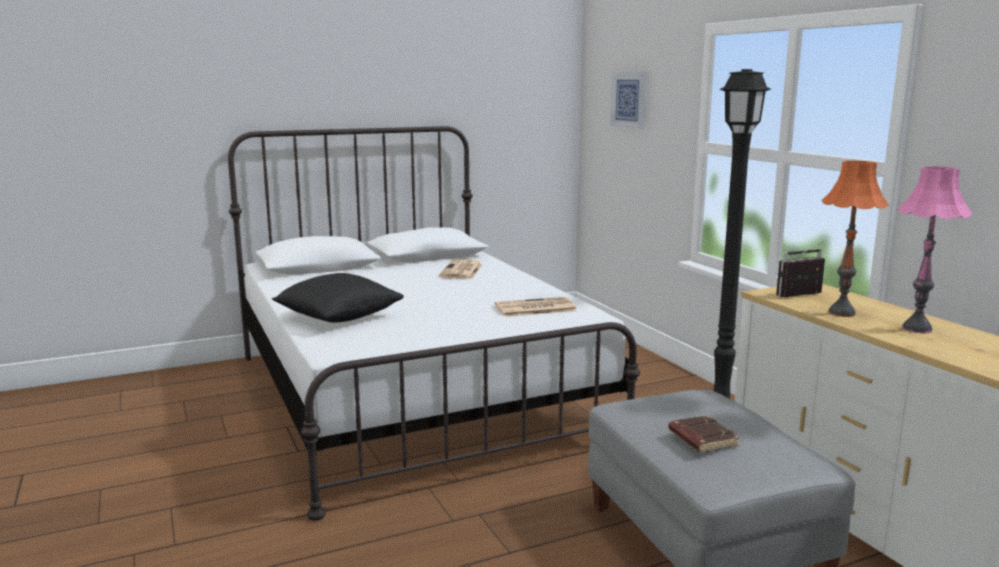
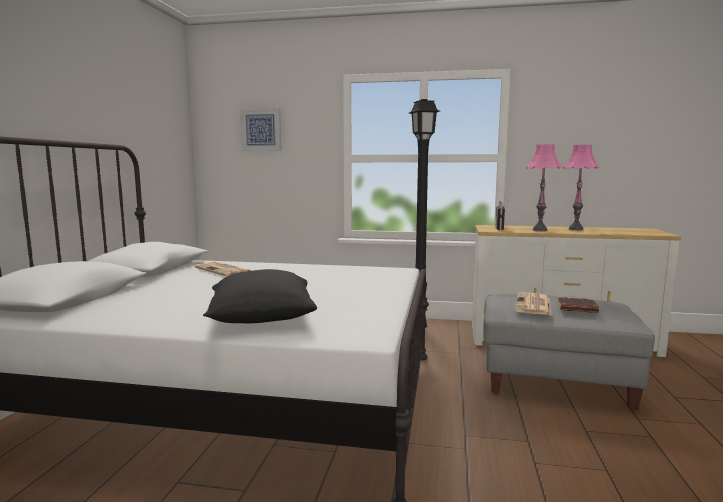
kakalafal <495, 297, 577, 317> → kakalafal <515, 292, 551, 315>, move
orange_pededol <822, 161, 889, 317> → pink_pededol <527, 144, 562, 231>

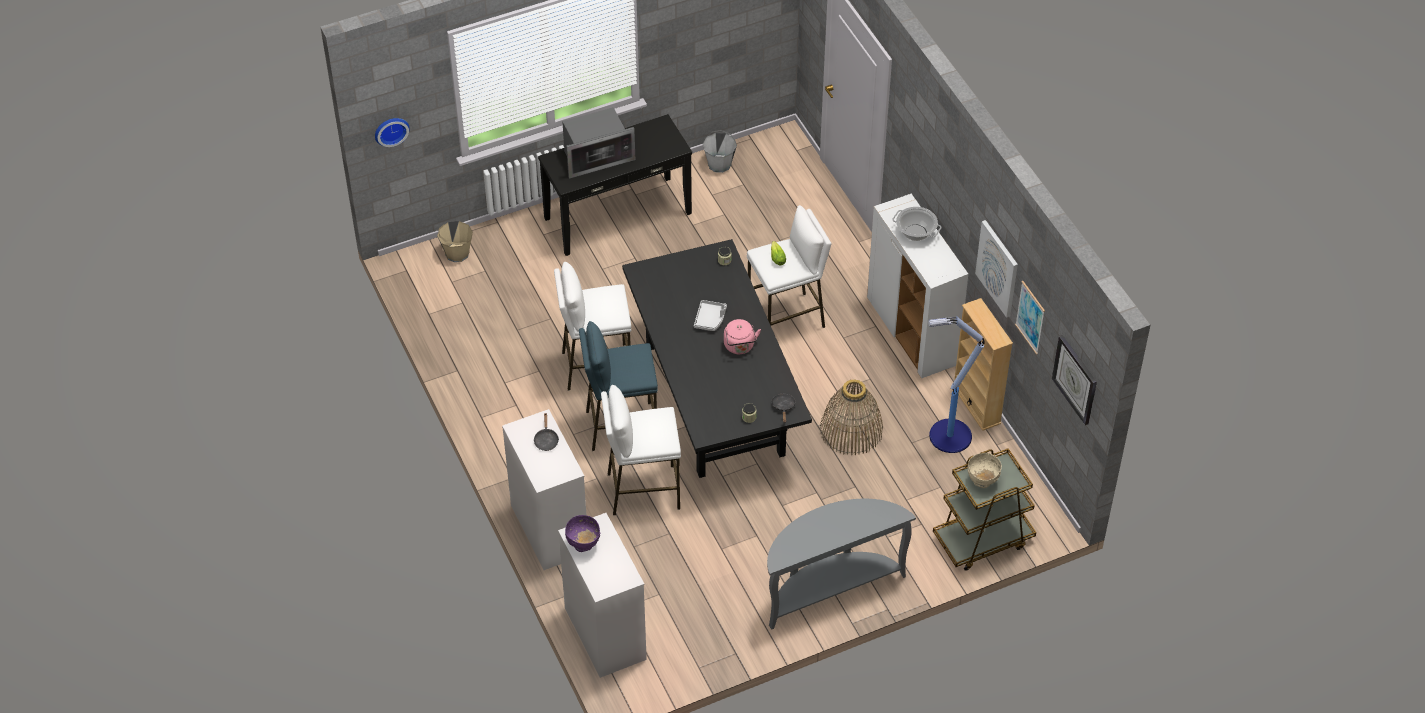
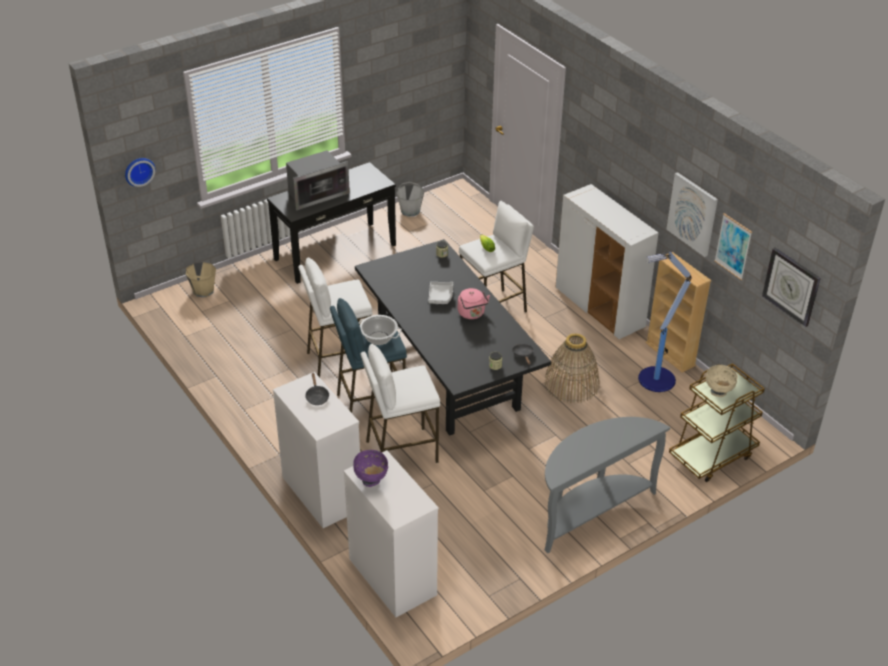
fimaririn <892, 207, 942, 241> → fimaririn <359, 315, 402, 345>, move

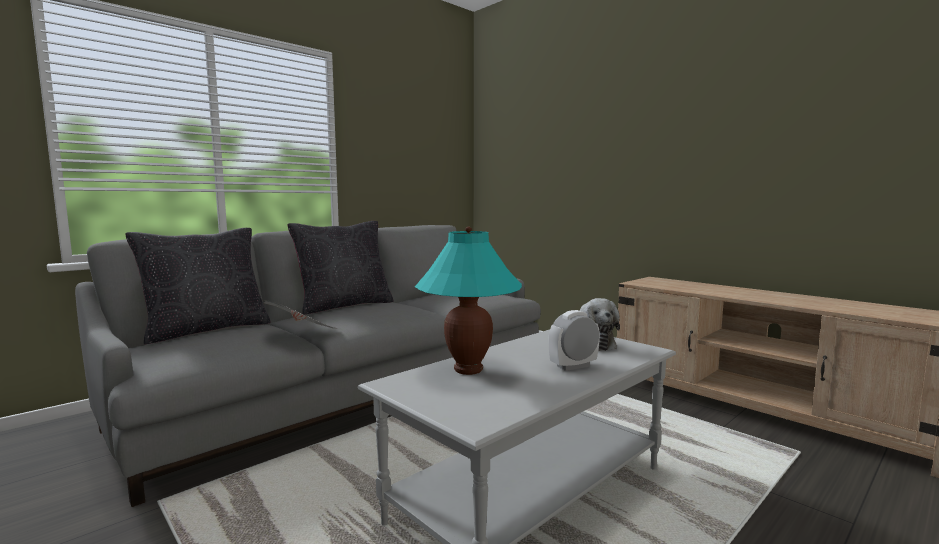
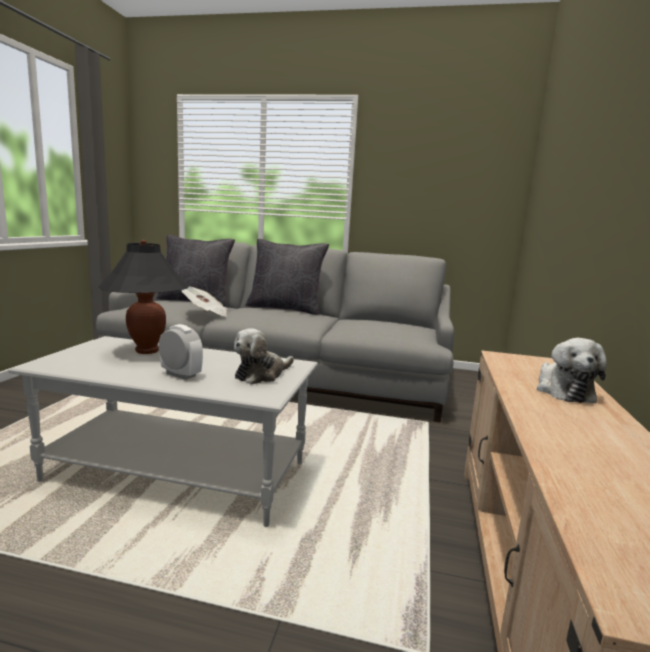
- → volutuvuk <537, 338, 607, 403>
turquoise_pededol <414, 227, 522, 375> → black_pededol <98, 240, 189, 354>

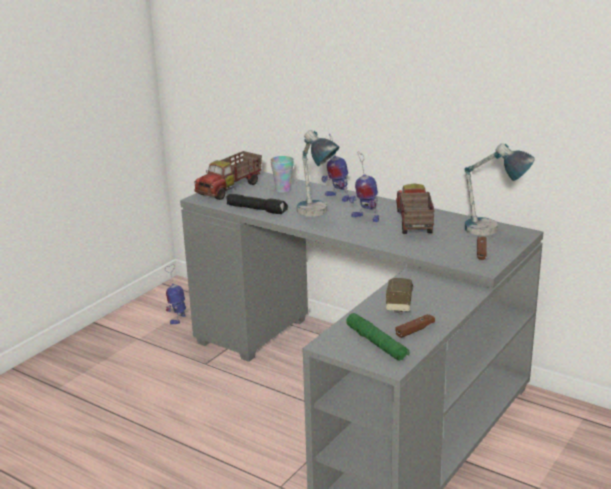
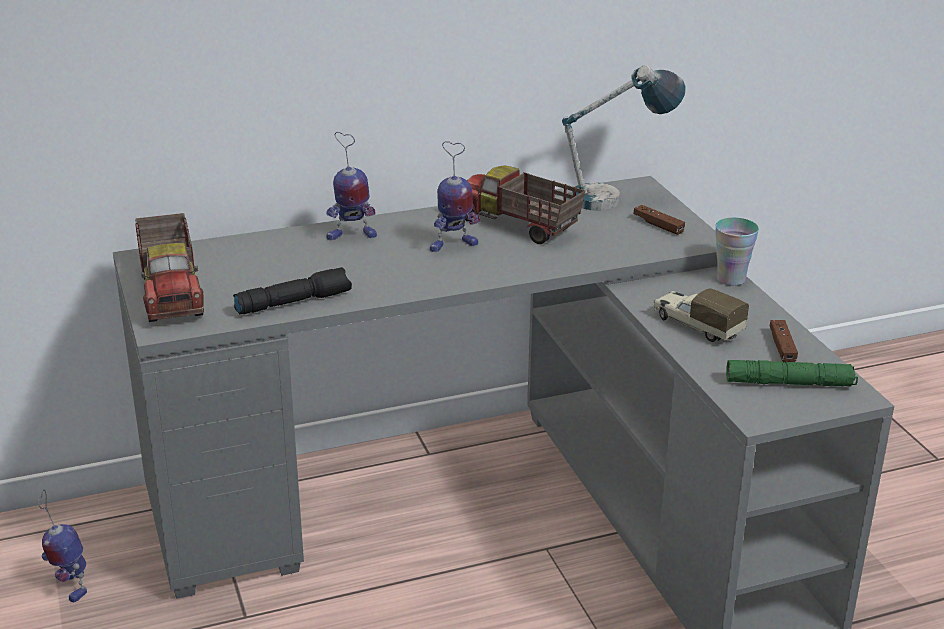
pededol <297, 130, 339, 217> → -
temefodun <270, 156, 294, 193> → temefodun <715, 217, 759, 286>, move

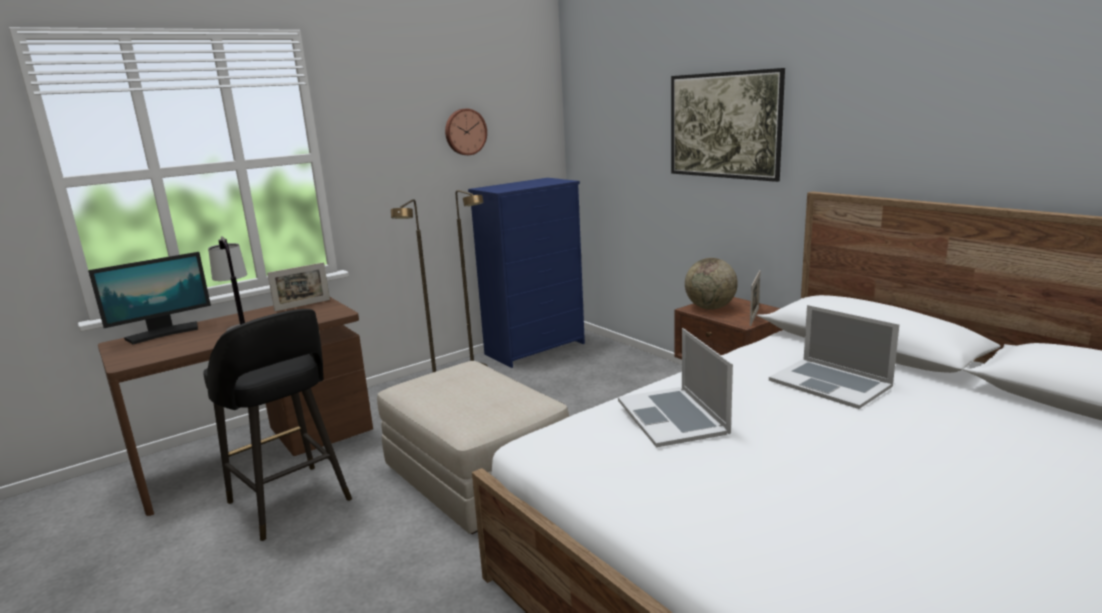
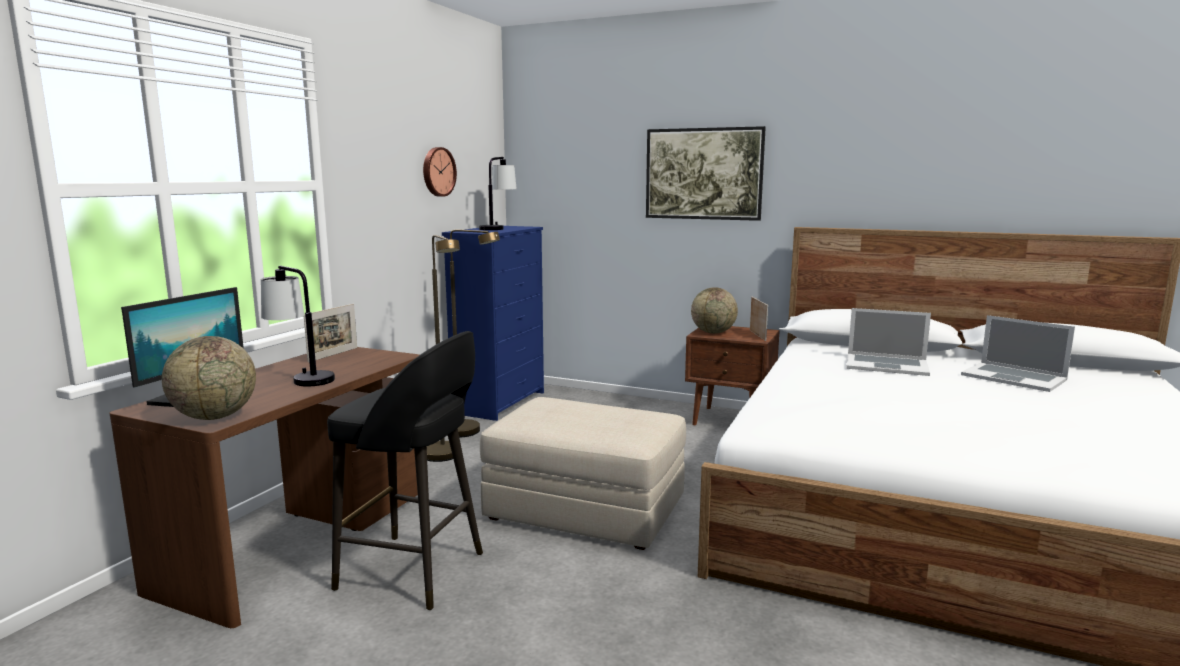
- → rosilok <162, 336, 256, 420>
- → pededol <479, 157, 517, 230>
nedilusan <618, 328, 733, 447> → nedilusan <961, 315, 1075, 392>, move

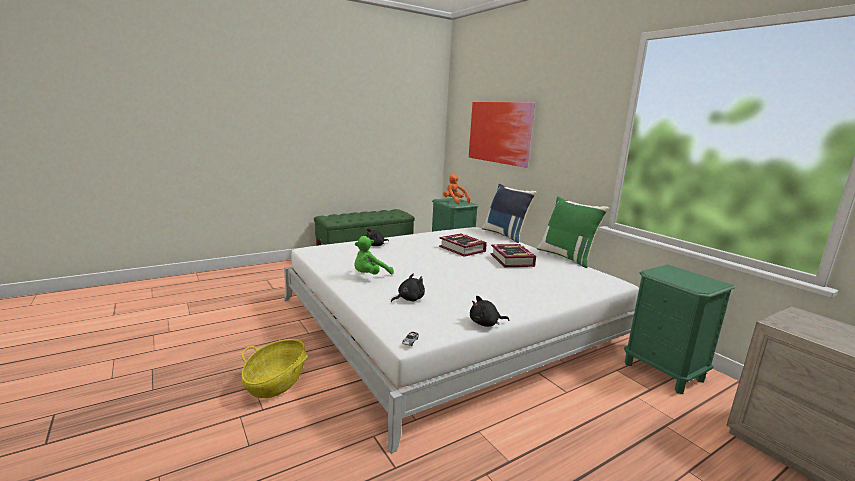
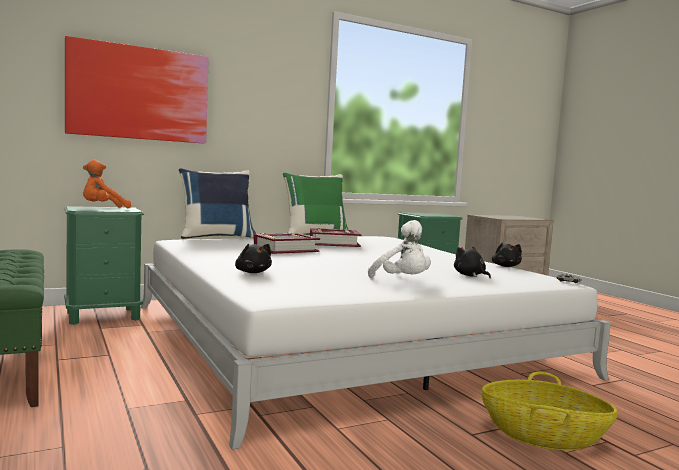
green_volutuvuk <354, 236, 394, 275> → white_volutuvuk <368, 220, 431, 278>

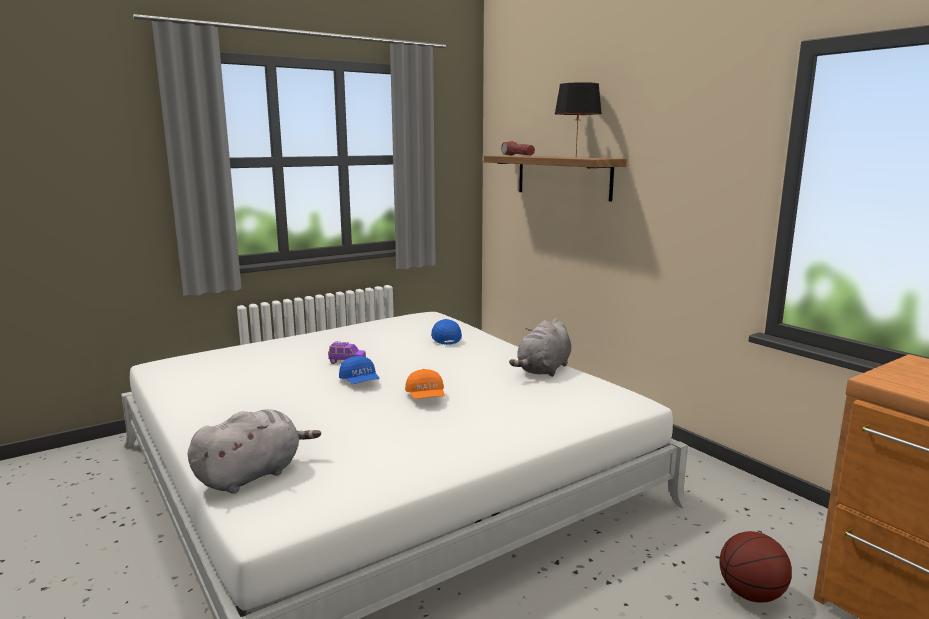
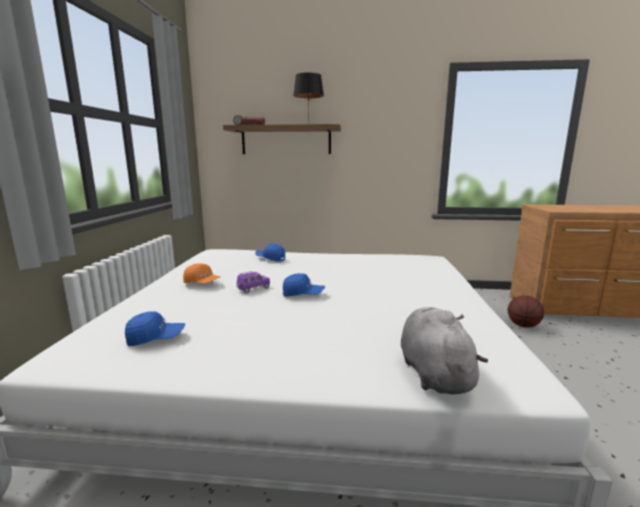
grey_volutuvuk <509, 318, 571, 377> → -
- → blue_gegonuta <125, 311, 185, 346>
orange_gegonuta <405, 369, 445, 399> → orange_gegonuta <183, 263, 220, 284>, move

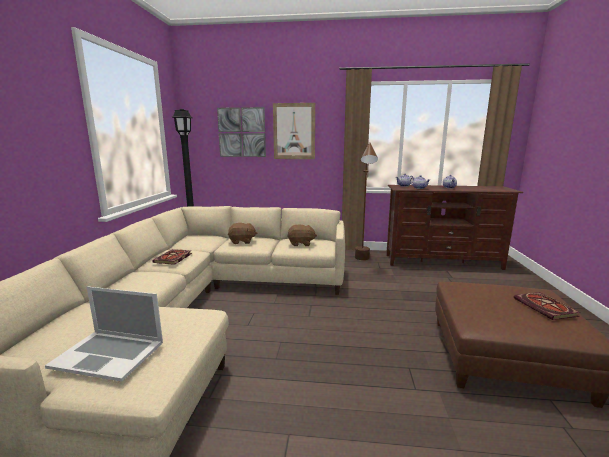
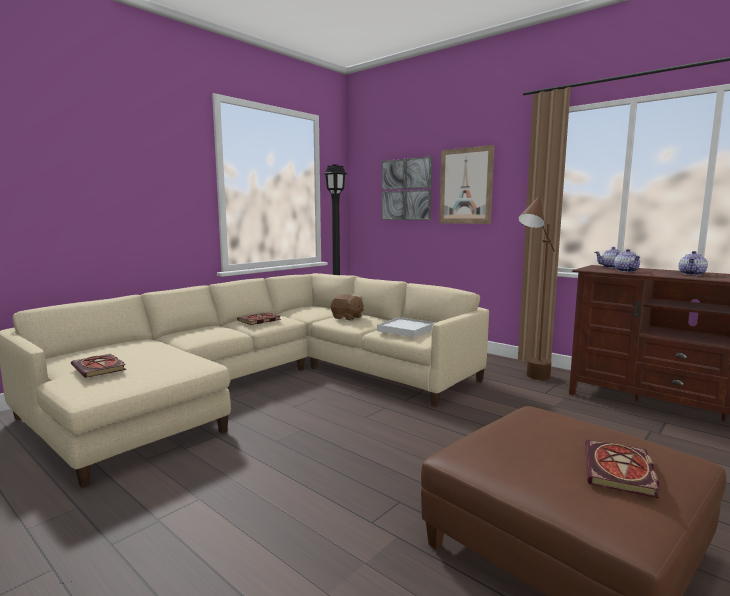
nedilusan <45, 286, 163, 382> → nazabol <71, 354, 126, 378>
brown_volutuvuk <287, 225, 317, 246> → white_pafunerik <377, 317, 436, 337>

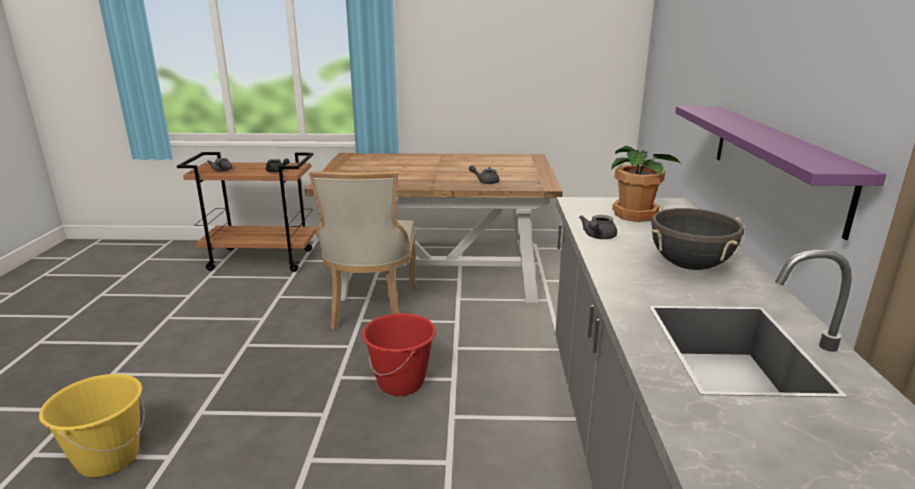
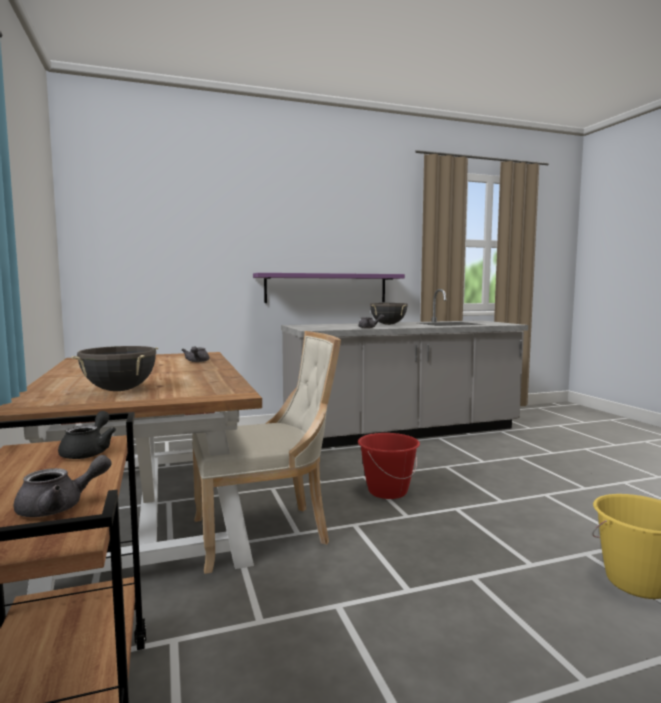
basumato <611, 146, 681, 222> → -
- → black_fimaririn <71, 346, 158, 391>

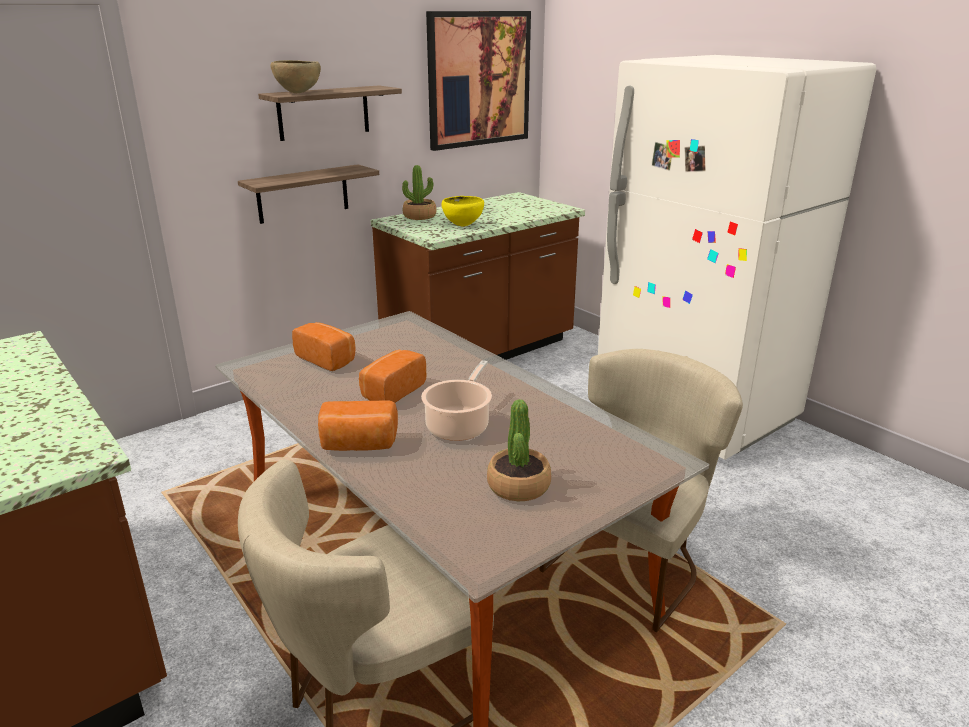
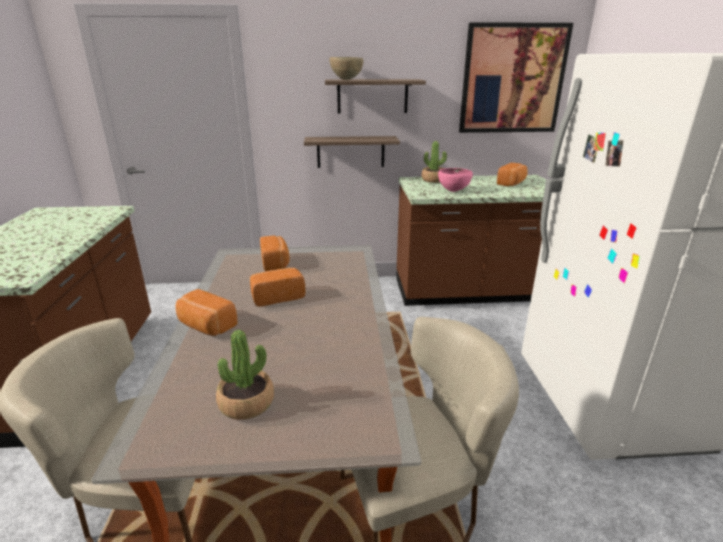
fimaririn <421, 360, 492, 441> → -
- → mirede <497, 163, 528, 186>
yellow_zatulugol <441, 196, 484, 226> → pink_zatulugol <438, 168, 473, 192>

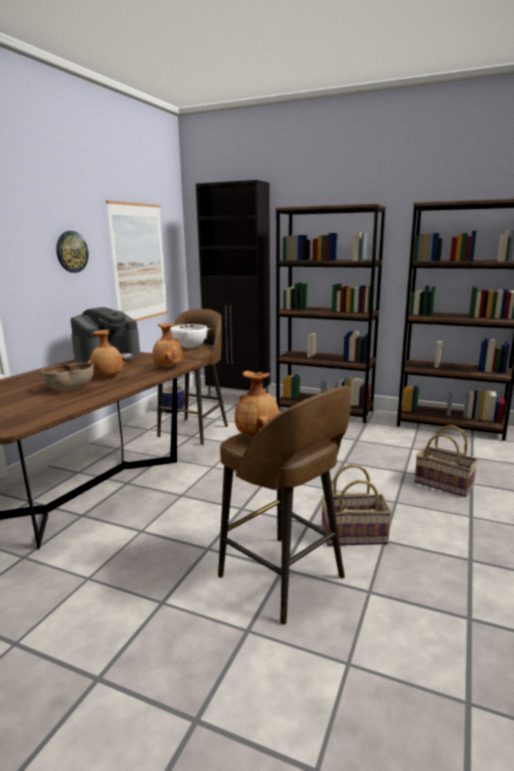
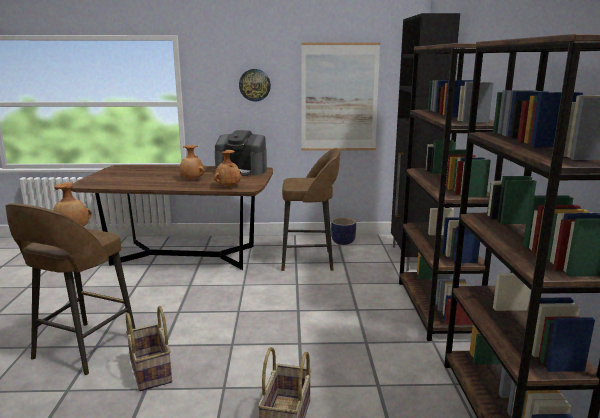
brown_zatulugol <41, 363, 94, 390> → -
white_fimaririn <170, 324, 212, 348> → -

